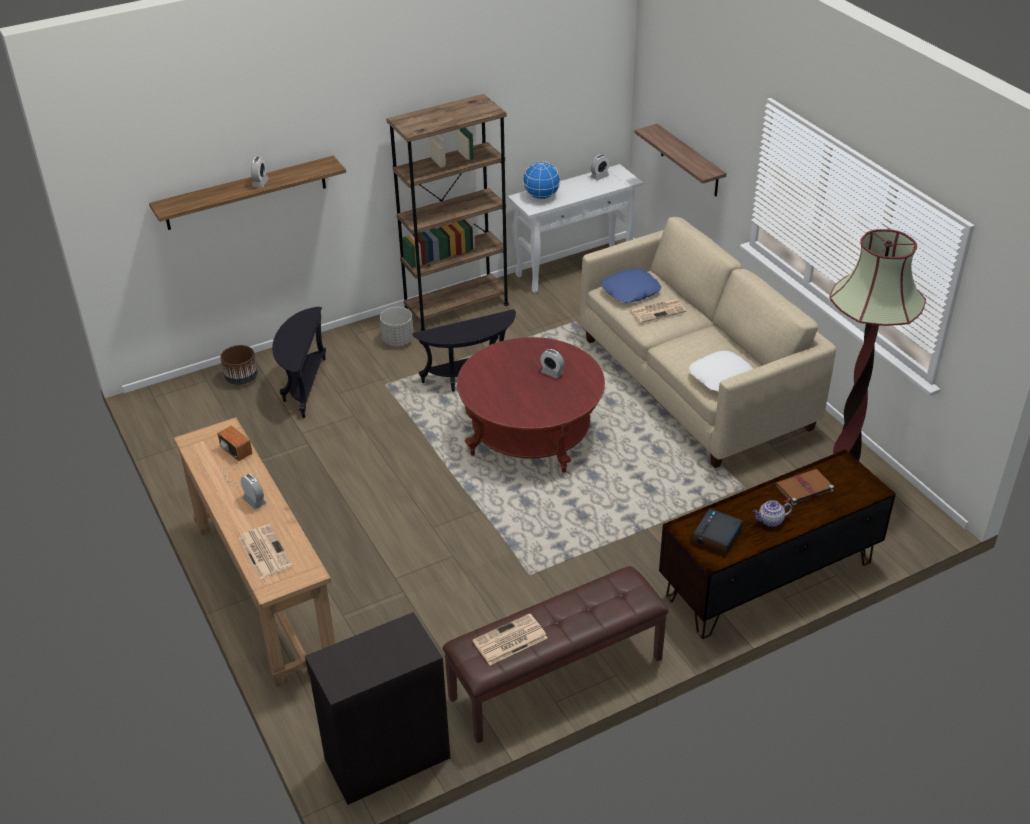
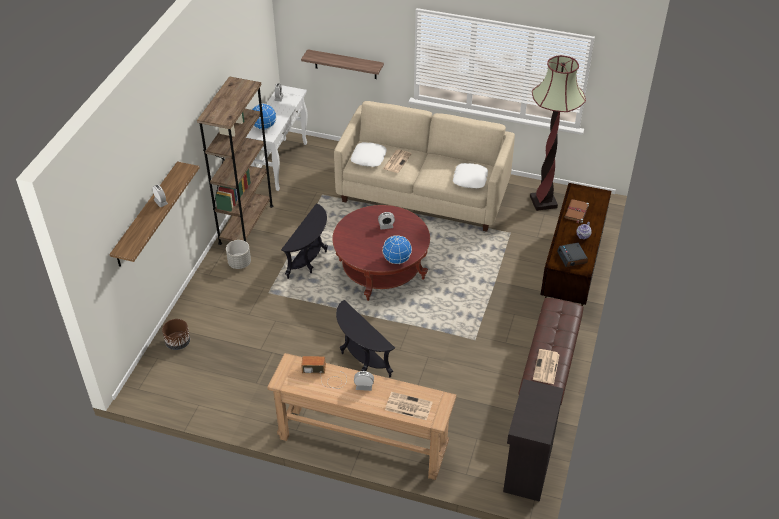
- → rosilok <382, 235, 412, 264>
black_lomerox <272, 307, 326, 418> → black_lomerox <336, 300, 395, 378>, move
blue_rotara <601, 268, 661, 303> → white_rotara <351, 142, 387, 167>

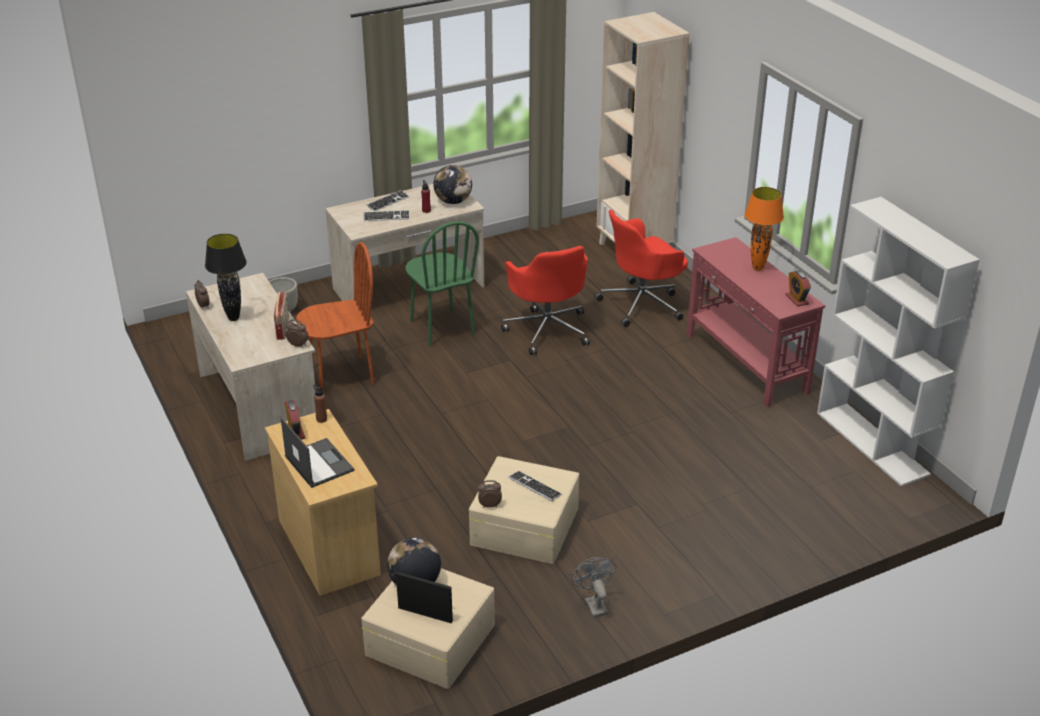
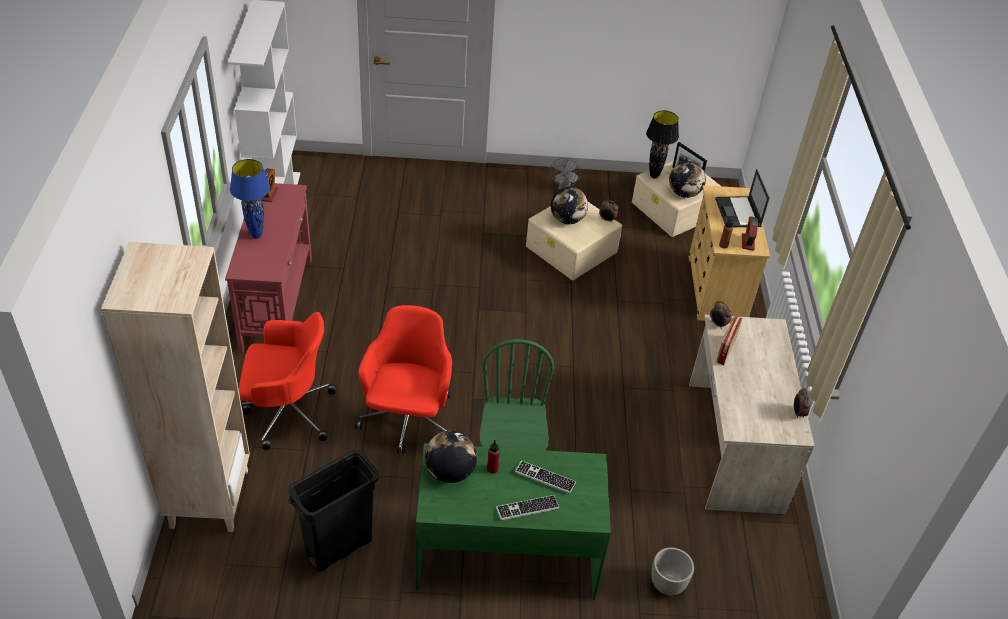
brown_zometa <296, 242, 374, 390> → -
- → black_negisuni <288, 450, 379, 572>
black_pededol <205, 234, 247, 321> → black_pededol <646, 110, 679, 178>, move
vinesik <508, 471, 562, 502> → rosilok <551, 187, 588, 224>
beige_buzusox <325, 184, 484, 301> → green_buzusox <416, 443, 611, 600>
orange_pededol <745, 187, 784, 271> → blue_pededol <230, 159, 270, 239>

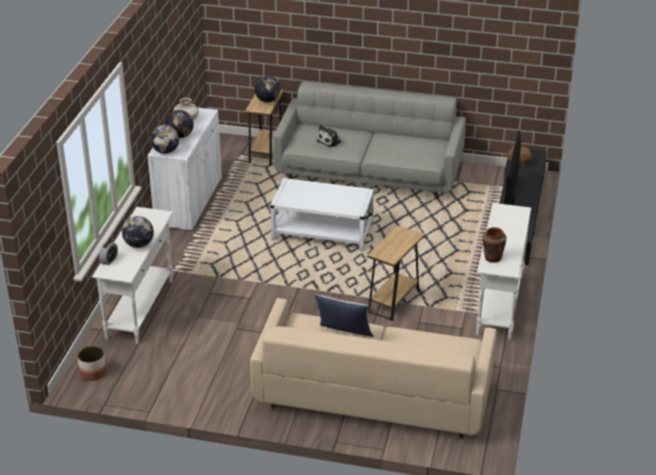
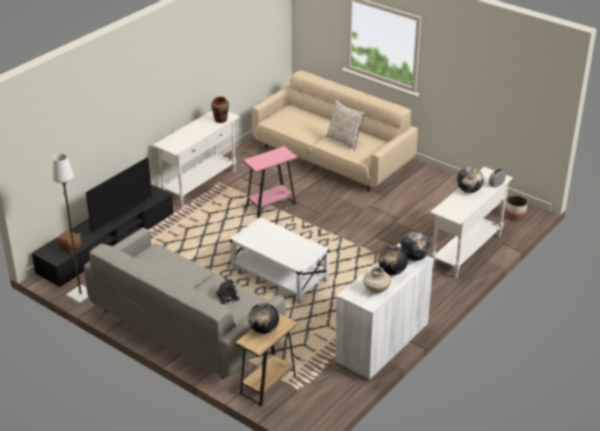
- → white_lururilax <52, 154, 89, 305>
brown_lomerox <367, 226, 424, 321> → pink_lomerox <243, 146, 298, 217>

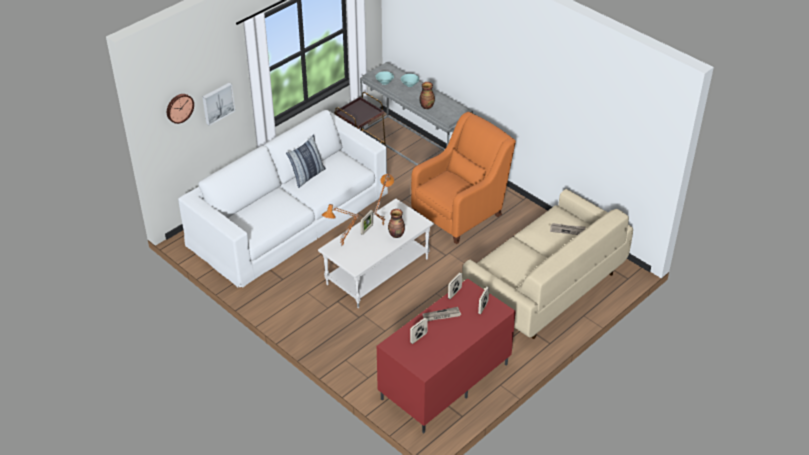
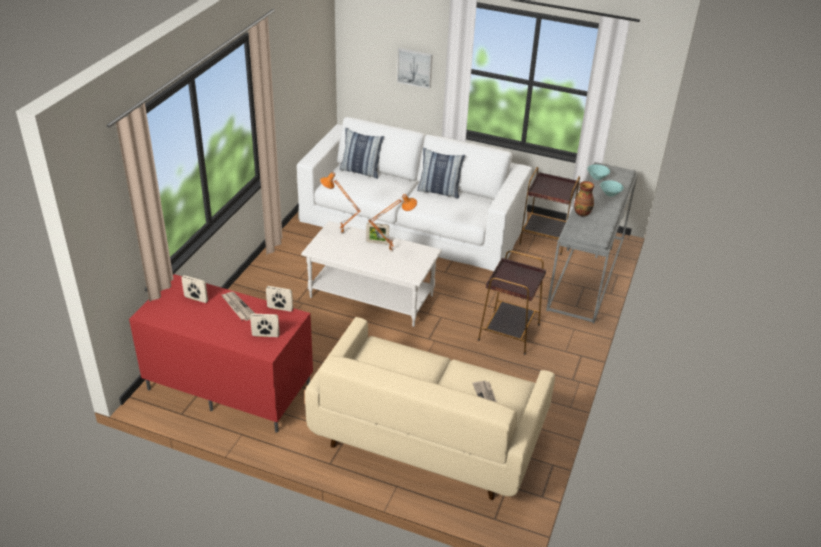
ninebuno <167, 94, 194, 124> → -
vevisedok <388, 209, 405, 238> → -
- → rotara <340, 128, 384, 179>
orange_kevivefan <411, 112, 516, 244> → brown_lomerox <478, 251, 546, 355>

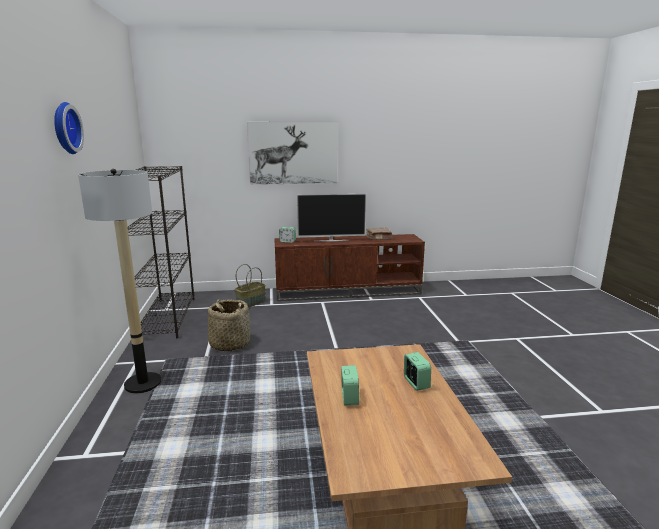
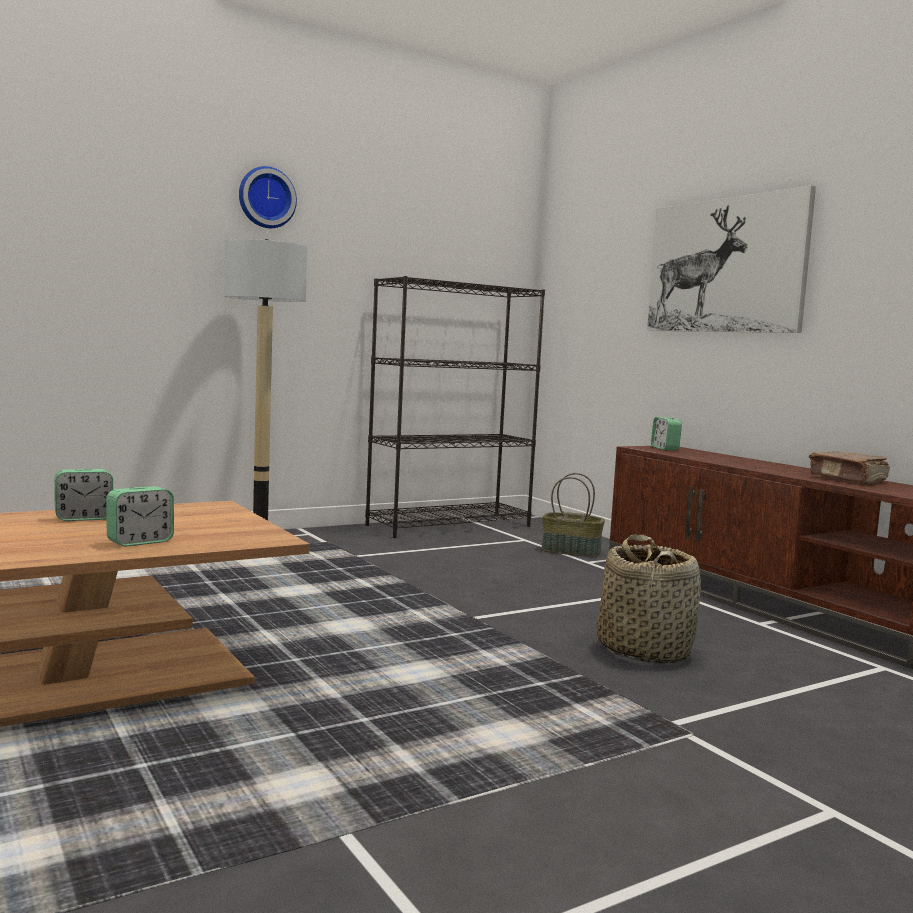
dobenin <297, 194, 366, 242> → -
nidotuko <208, 299, 250, 352> → nidotuko <597, 535, 701, 663>, move

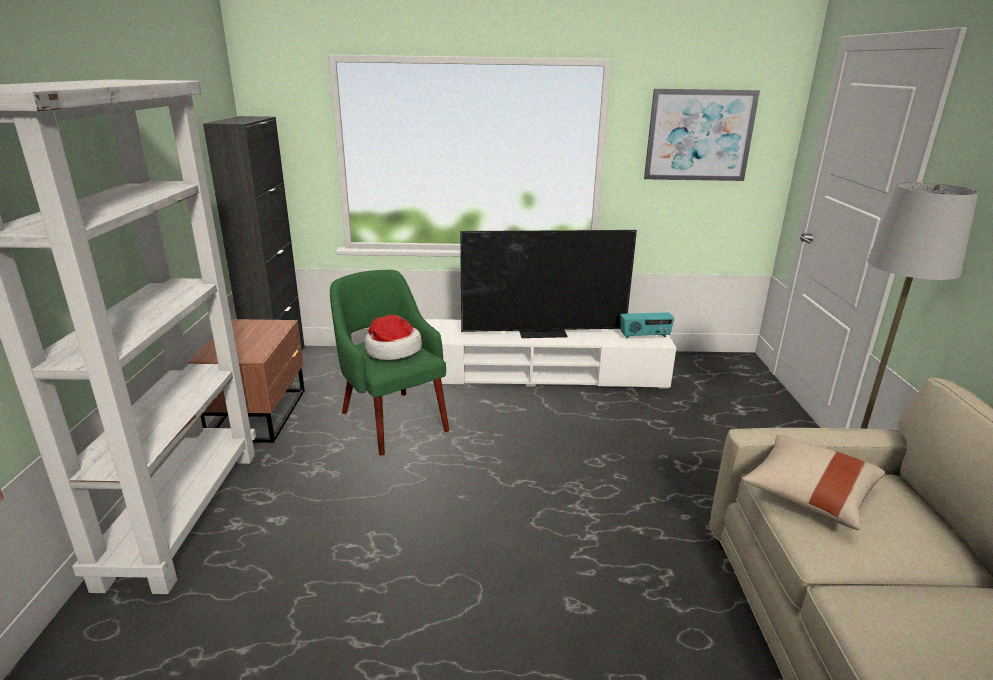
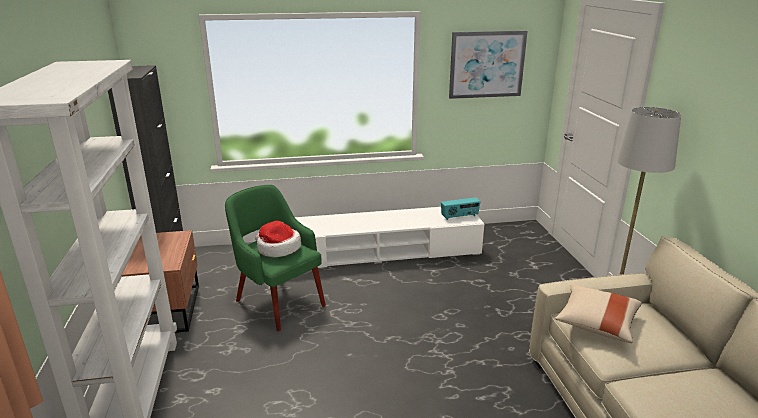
dobenin <460, 230, 637, 338> → -

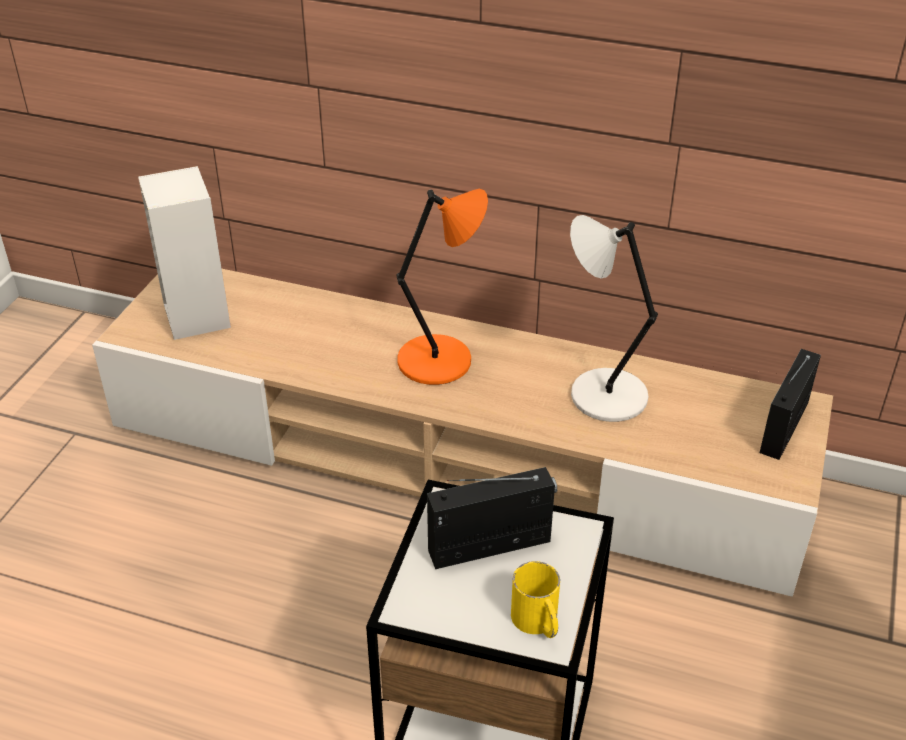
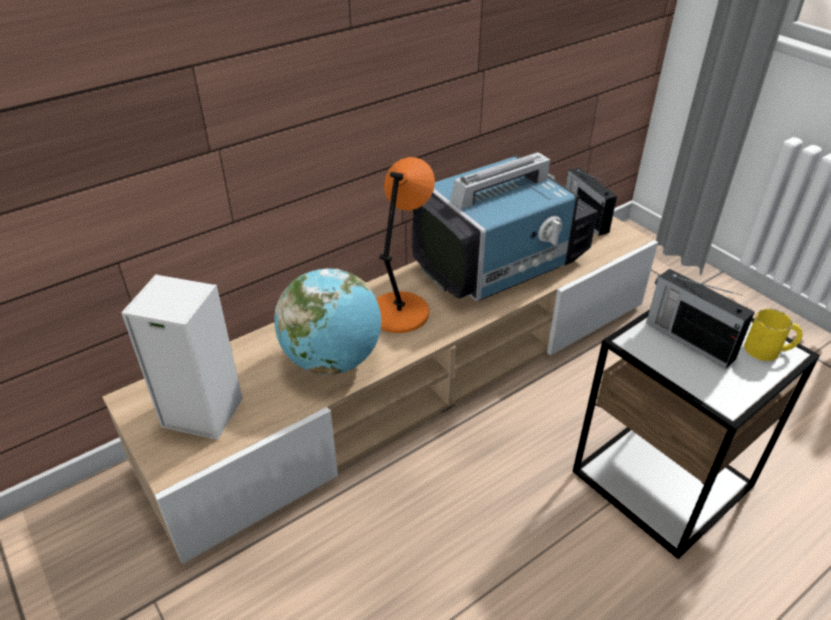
- → rosilok <274, 269, 381, 375>
grey_pededol <570, 215, 658, 422> → dobenin <412, 152, 598, 301>
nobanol <427, 467, 557, 569> → nobanol <646, 269, 755, 369>, 60 degrees counterclockwise

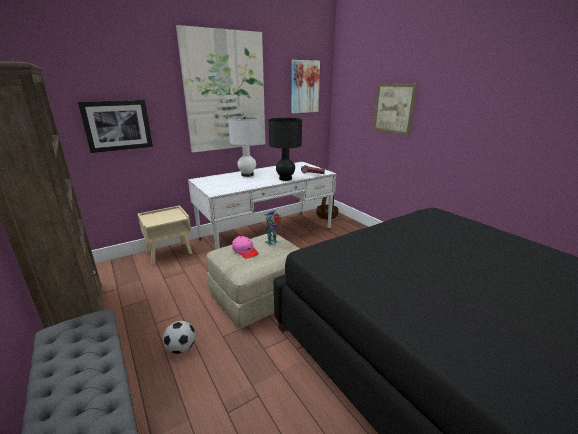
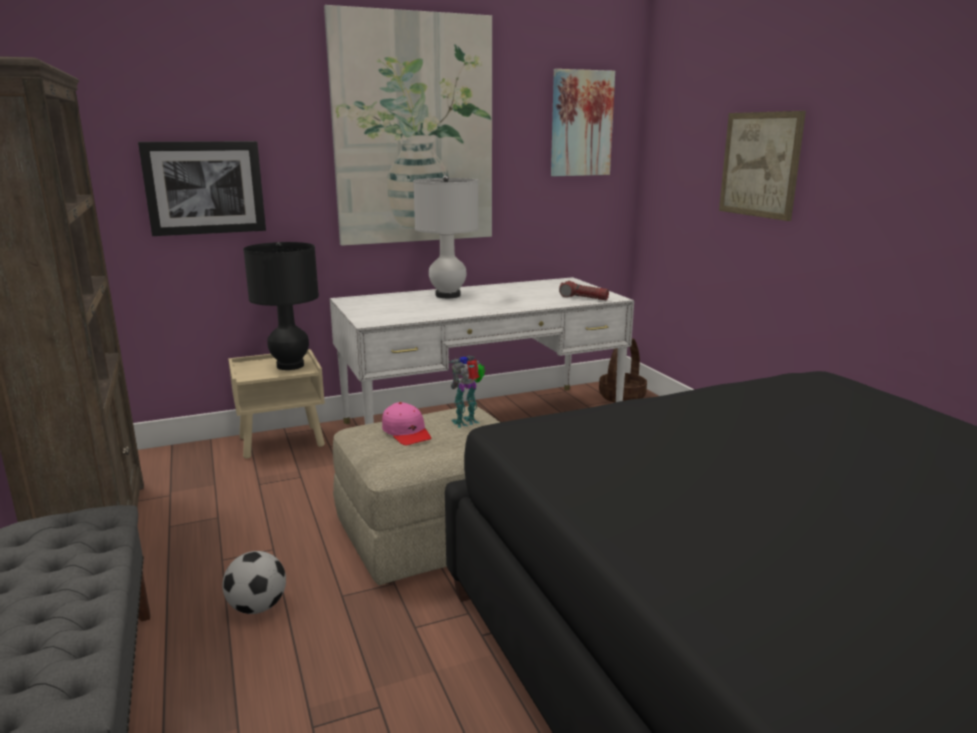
black_pededol <268, 117, 302, 181> → black_pededol <243, 242, 319, 370>, move

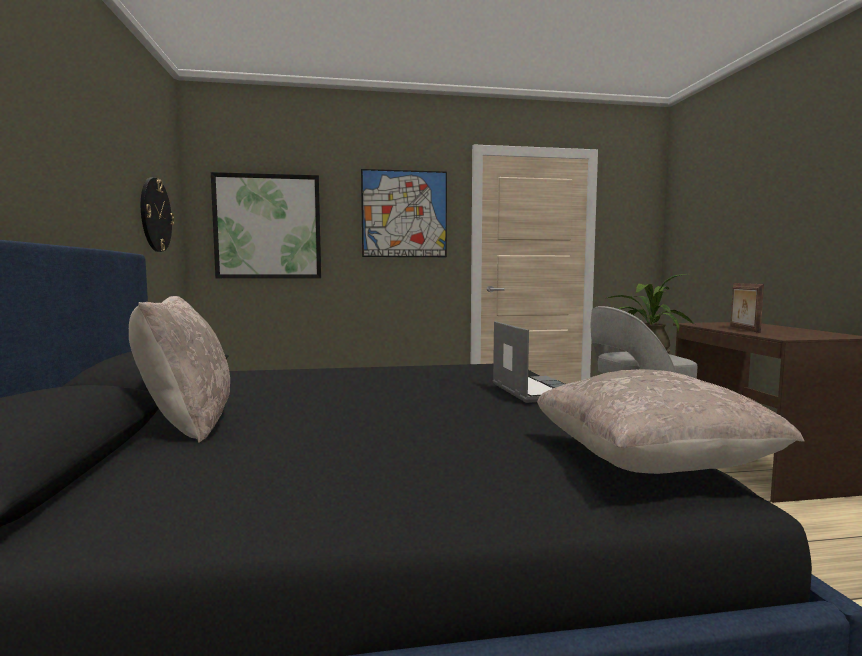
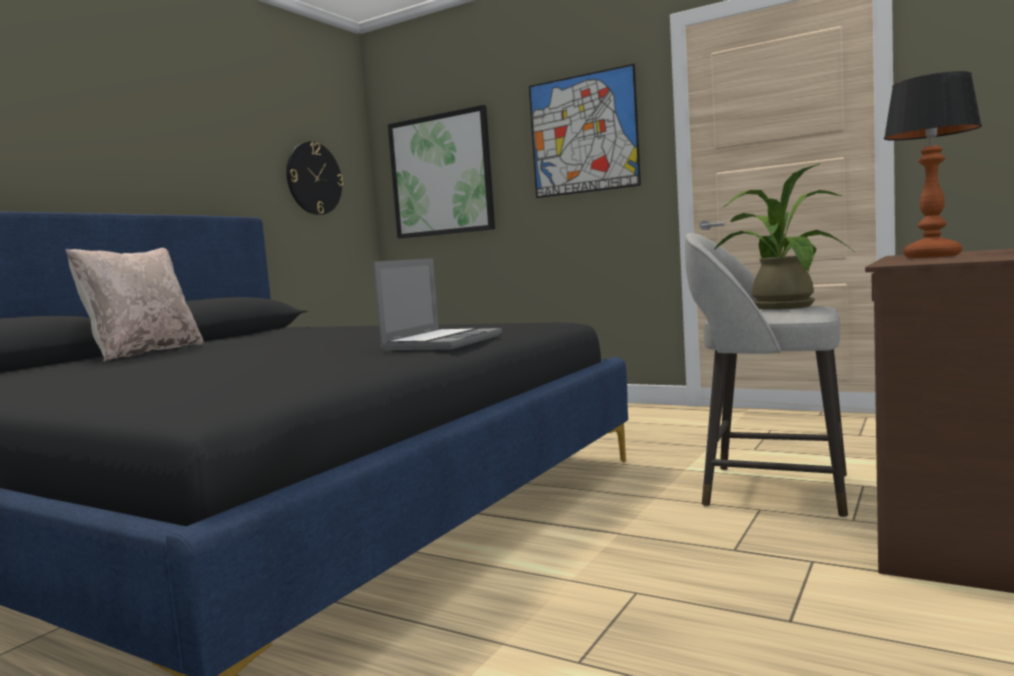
beige_rotara <537, 369, 804, 474> → -
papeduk <730, 283, 764, 333> → pededol <884, 71, 982, 258>

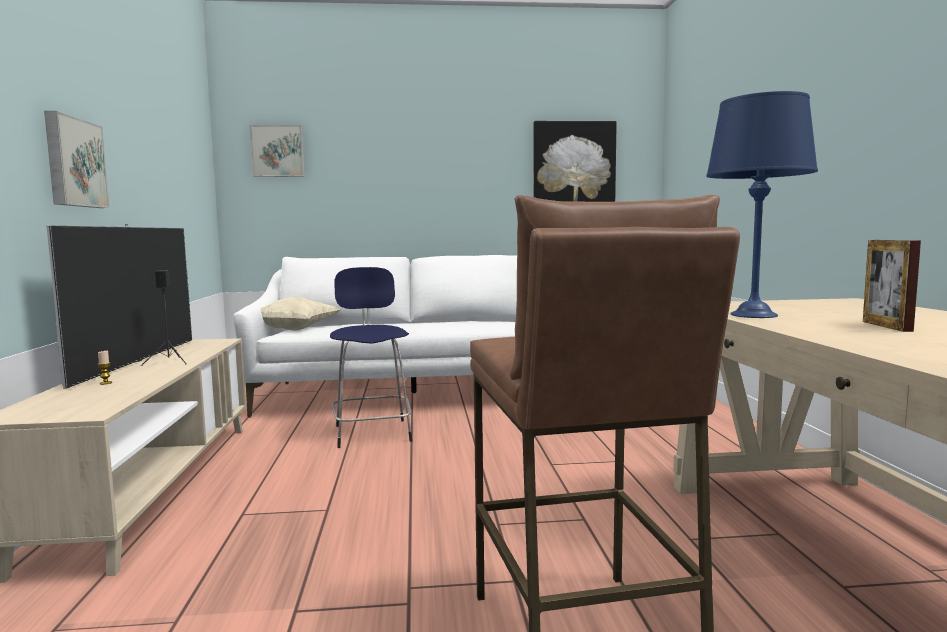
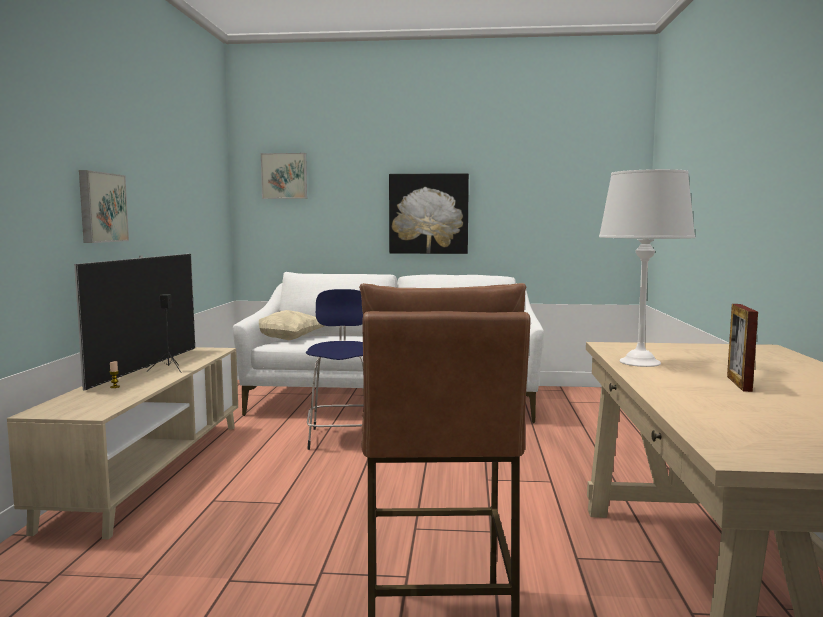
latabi <533, 121, 617, 202> → latabi <389, 173, 469, 254>, move
blue_pededol <706, 91, 818, 318> → white_pededol <599, 169, 695, 367>

